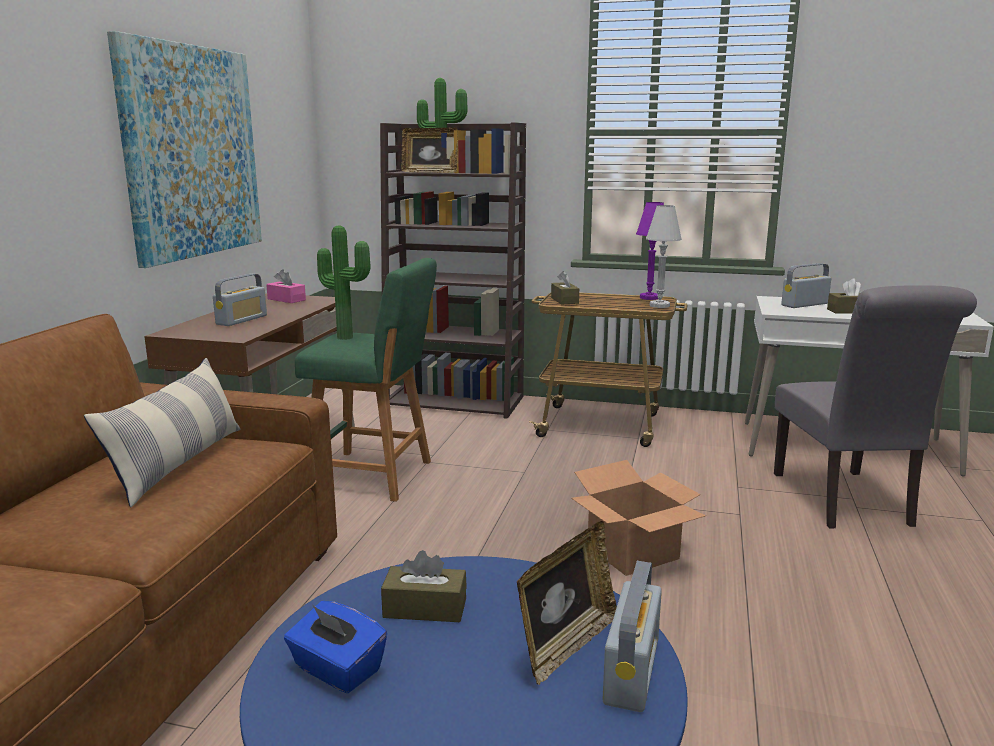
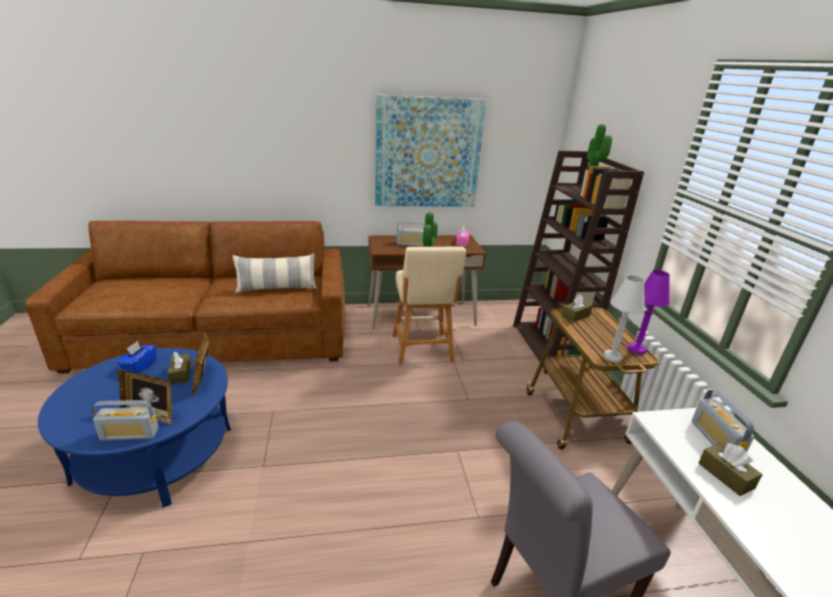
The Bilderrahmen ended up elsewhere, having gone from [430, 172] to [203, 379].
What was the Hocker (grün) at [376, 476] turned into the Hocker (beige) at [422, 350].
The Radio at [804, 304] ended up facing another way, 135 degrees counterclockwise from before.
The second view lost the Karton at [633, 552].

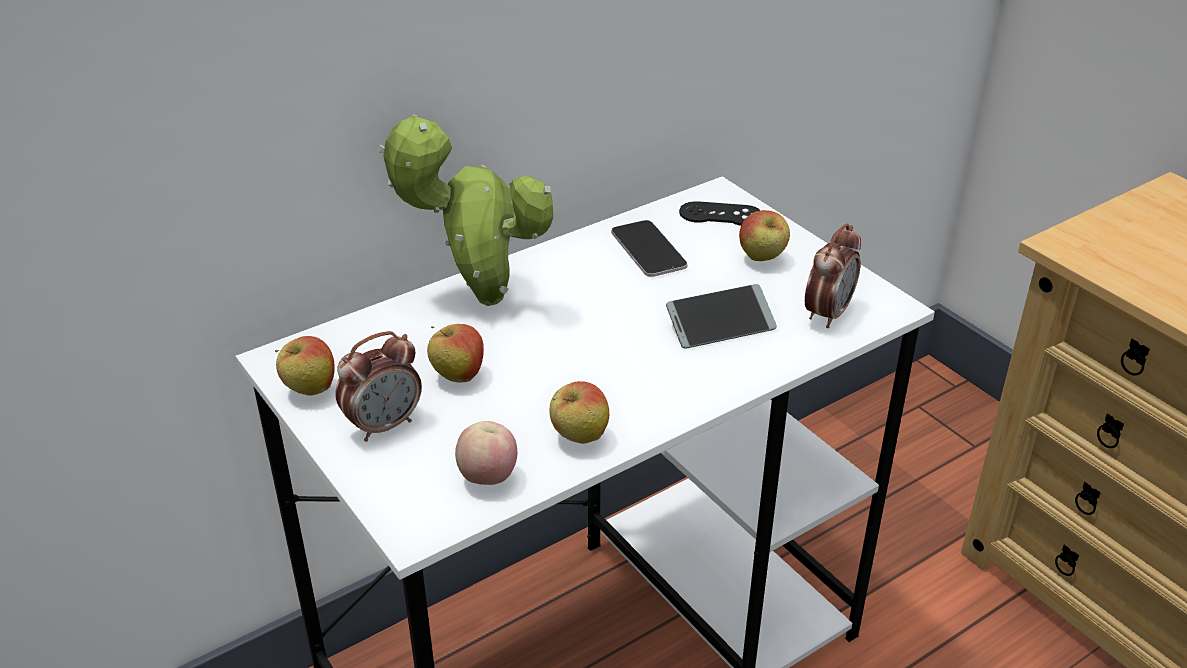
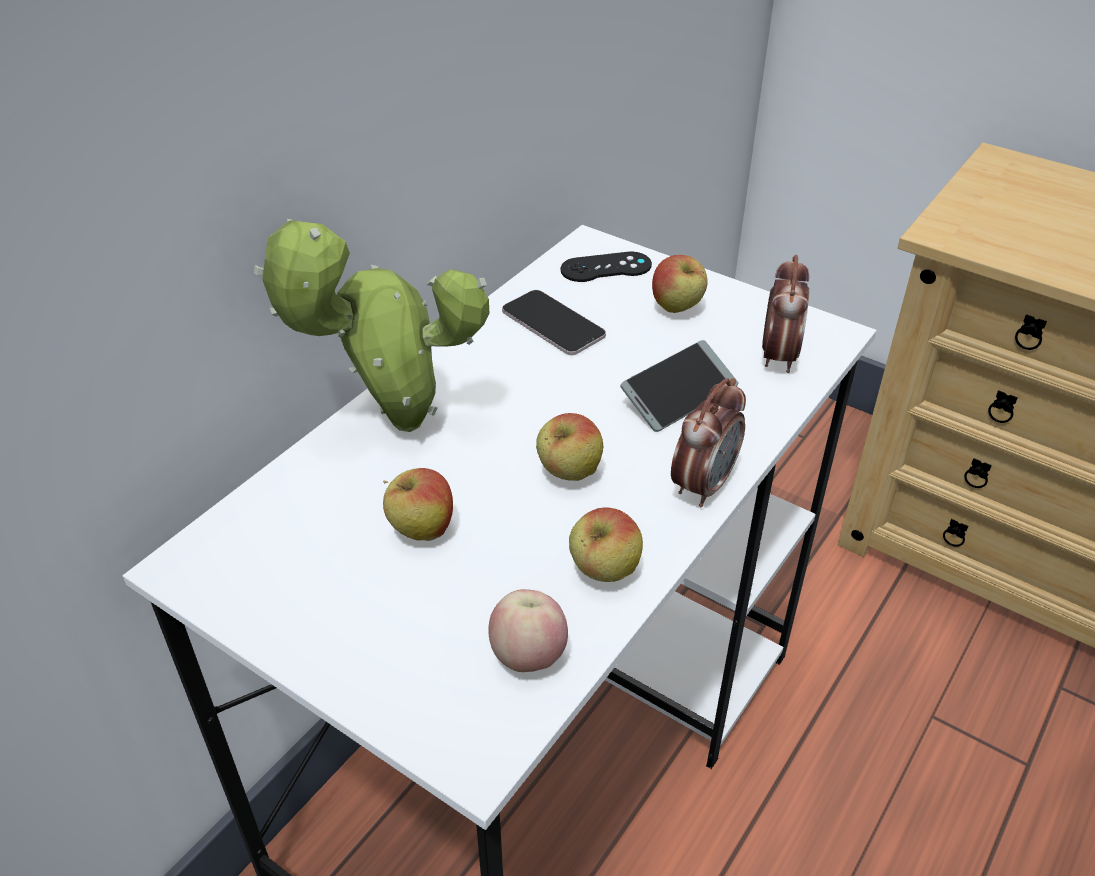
The Wecker ended up elsewhere, having gone from [384, 425] to [703, 485].
The Apfel ended up elsewhere, having gone from [309, 390] to [569, 474].

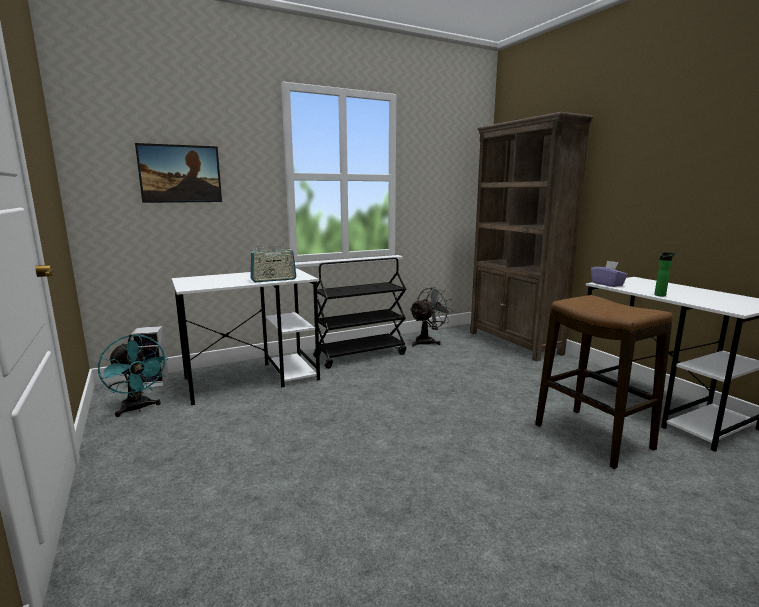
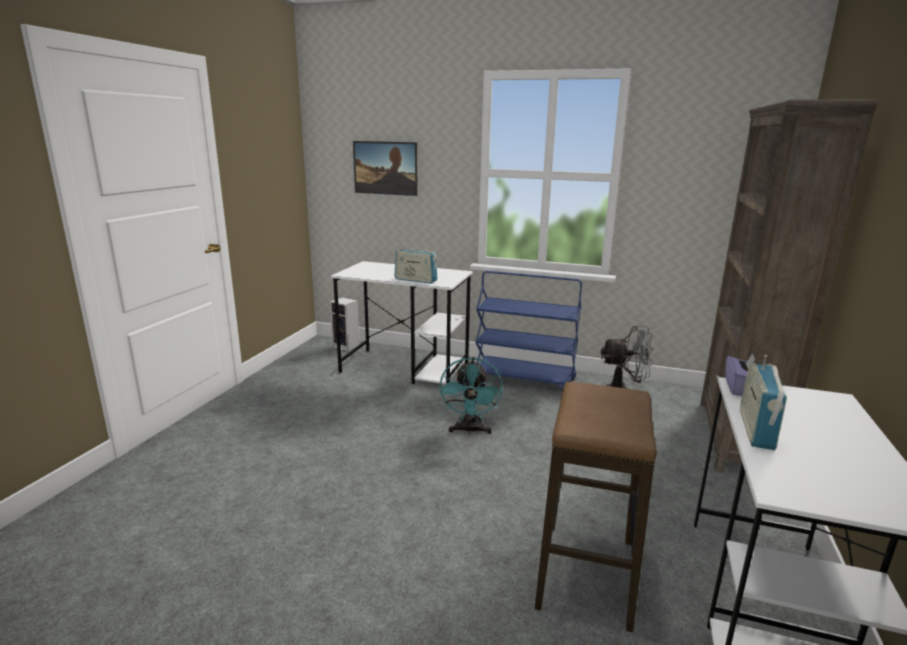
Where the Flasche stood at [661, 295], the Radio came to stand at [756, 429].
What was the Rollwagen (schwarz) at [360, 355] turned into the Rollwagen (blau) at [524, 381].
The Ventilator (türkis) ended up elsewhere, having gone from [137, 409] to [469, 430].

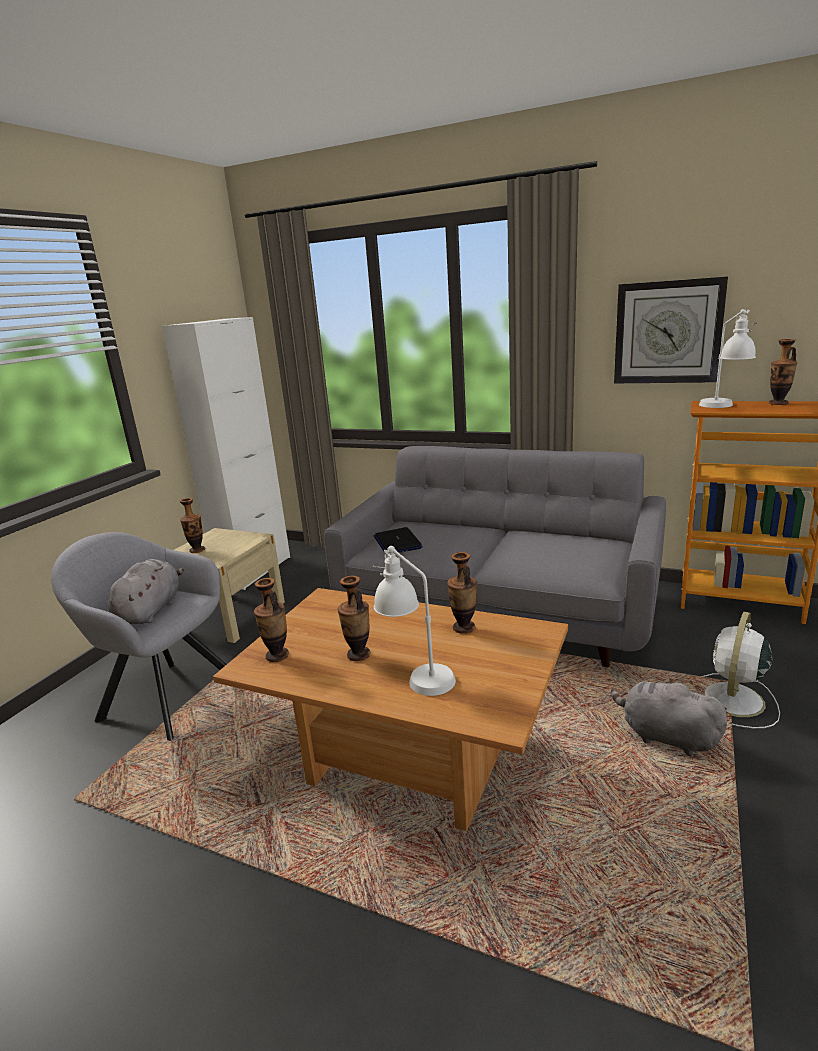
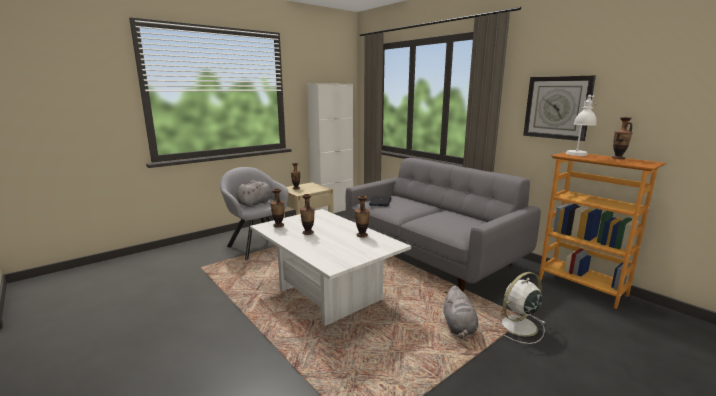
The second view lost the Tischlampe (weiß) at [416, 674].
What was the Couchtisch (braun) at [406, 760] turned into the Couchtisch (weiß) at [326, 295].
The Plüschtier (grau) at [665, 736] ended up facing another way, 150 degrees counterclockwise from before.

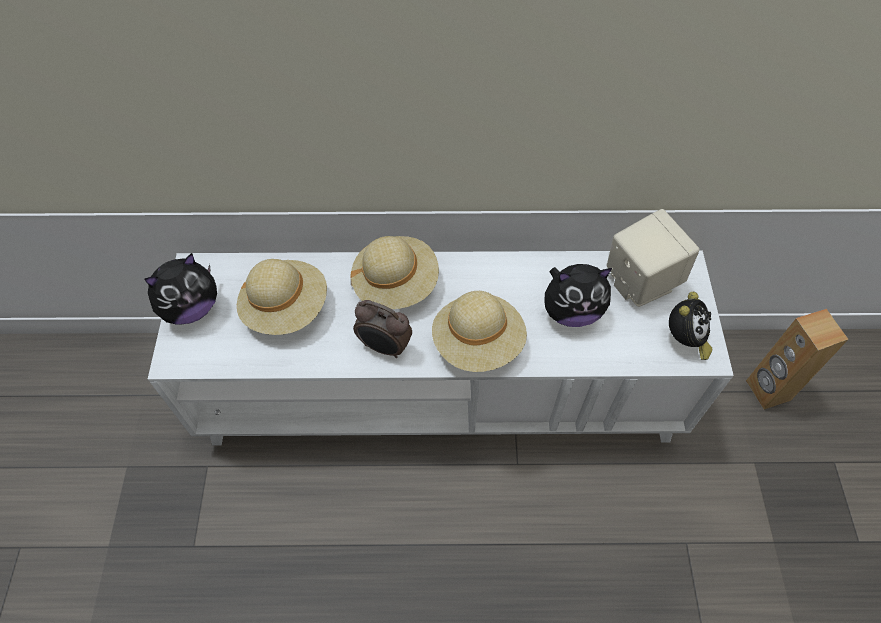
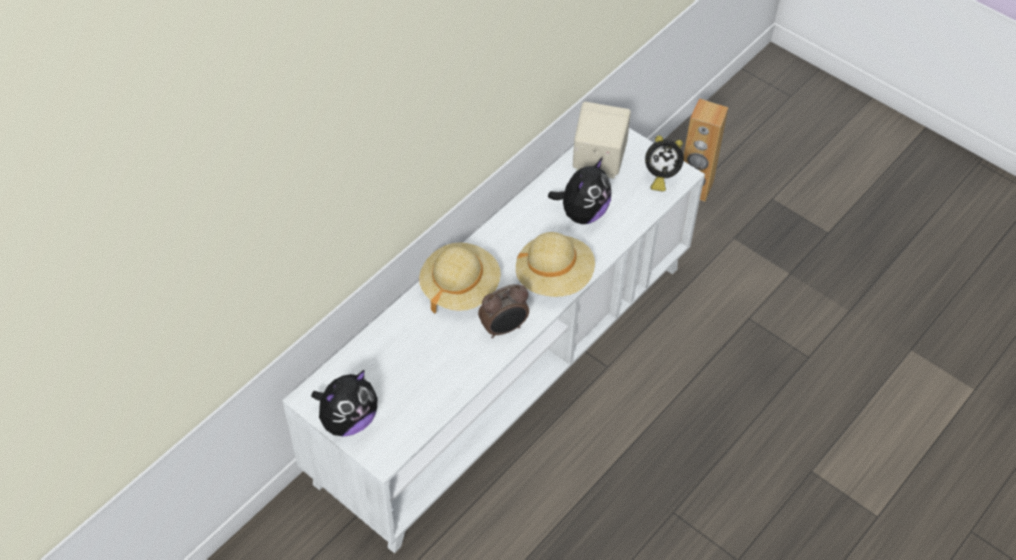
The Plüschtier at [191, 308] ended up facing another way, 45 degrees clockwise from before.
The second view lost the Hut (beige) at [286, 308].
The Wecker at [684, 340] ended up facing another way, 105 degrees clockwise from before.

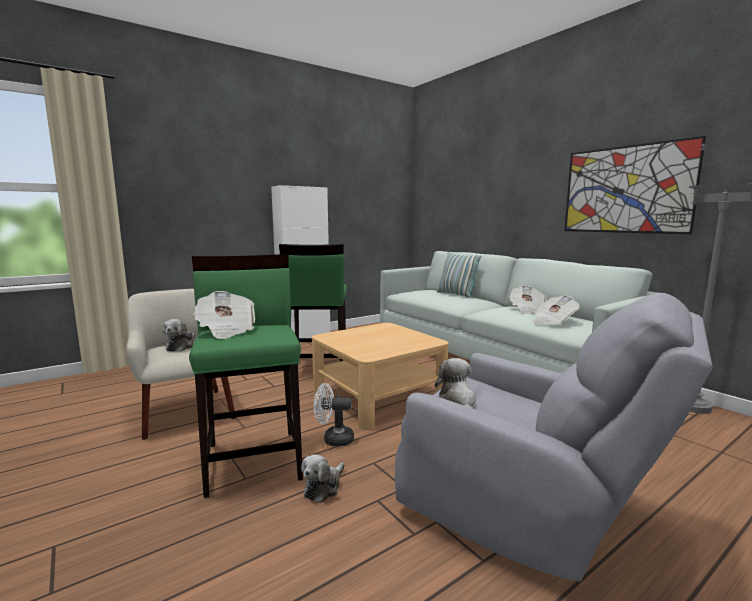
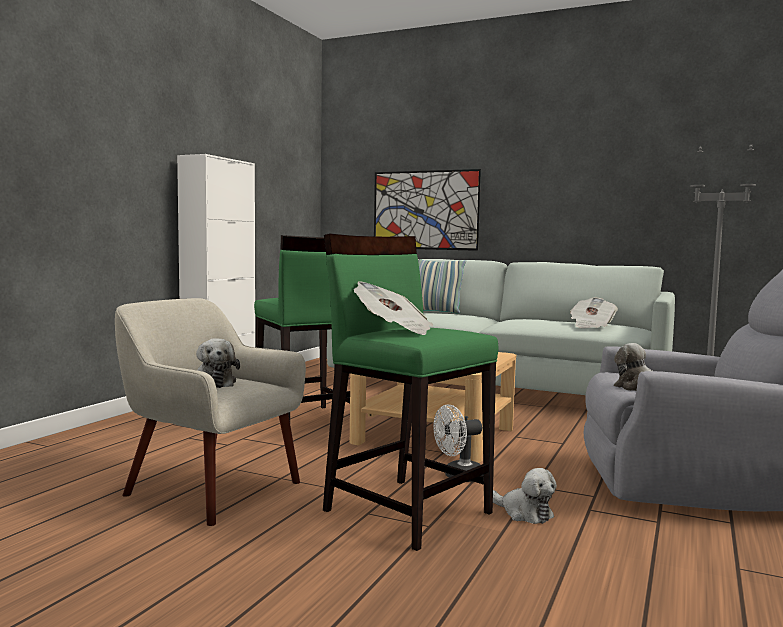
The Bild ended up elsewhere, having gone from [626, 189] to [425, 210].
The second view lost the Zeitung at [527, 310].
The Plüschtier at [323, 487] ended up facing another way, 45 degrees counterclockwise from before.

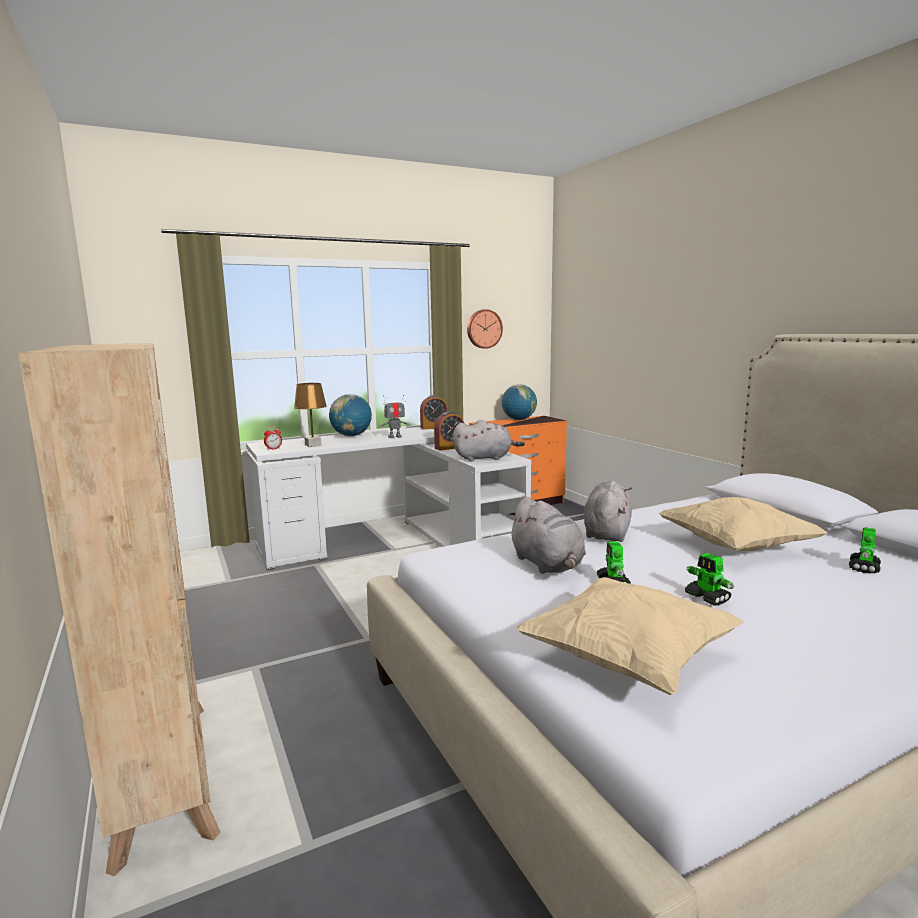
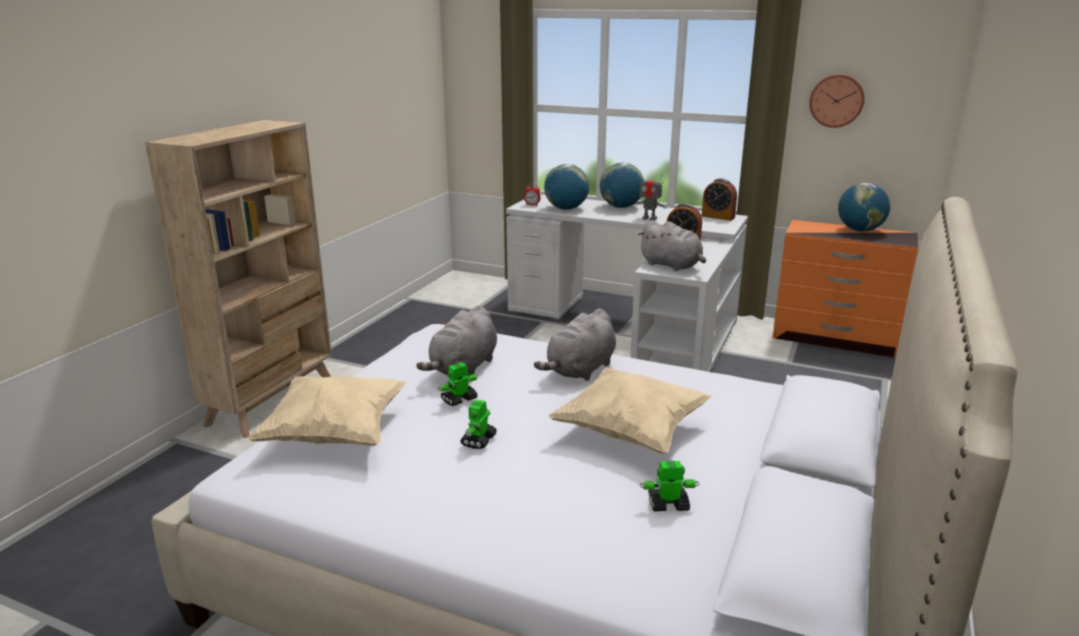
Where the Tischlampe (braun) stood at [312, 445], the Globus came to stand at [566, 209].
The Plüschtier (grau) at [606, 532] ended up facing another way, 150 degrees clockwise from before.

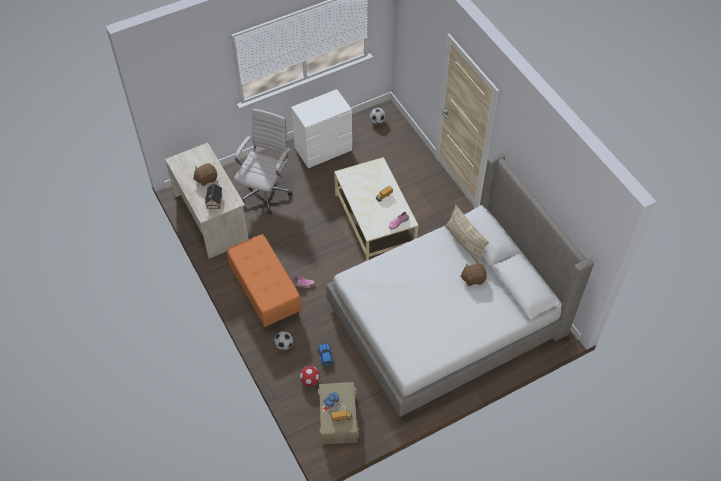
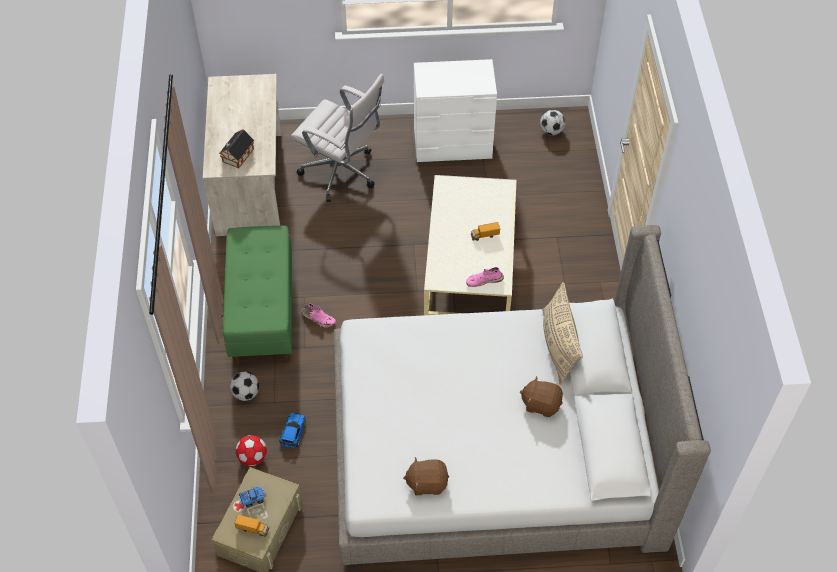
The Bürostuhl (weiß) at [266, 191] ended up facing another way, 75 degrees clockwise from before.
The Plüschtier (braun) ended up elsewhere, having gone from [206, 179] to [427, 482].
What was the Bank (orange) at [265, 293] turned into the Bank (grün) at [262, 311].

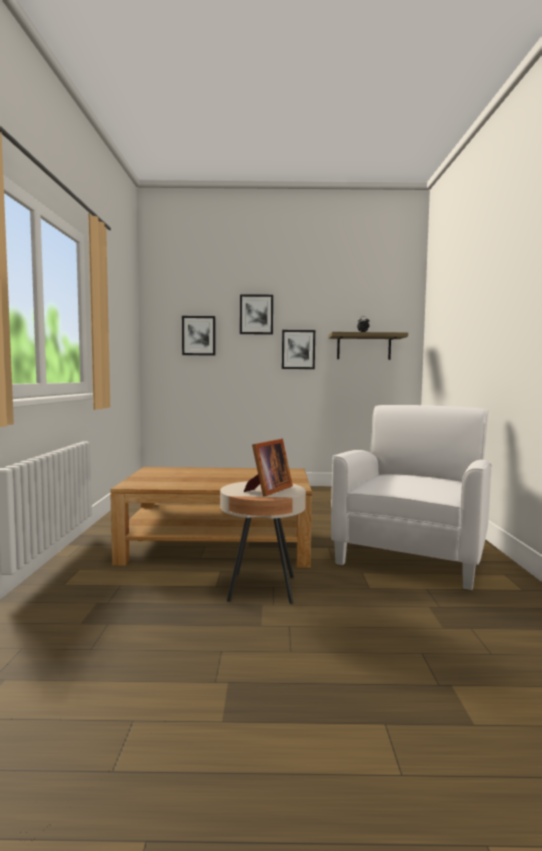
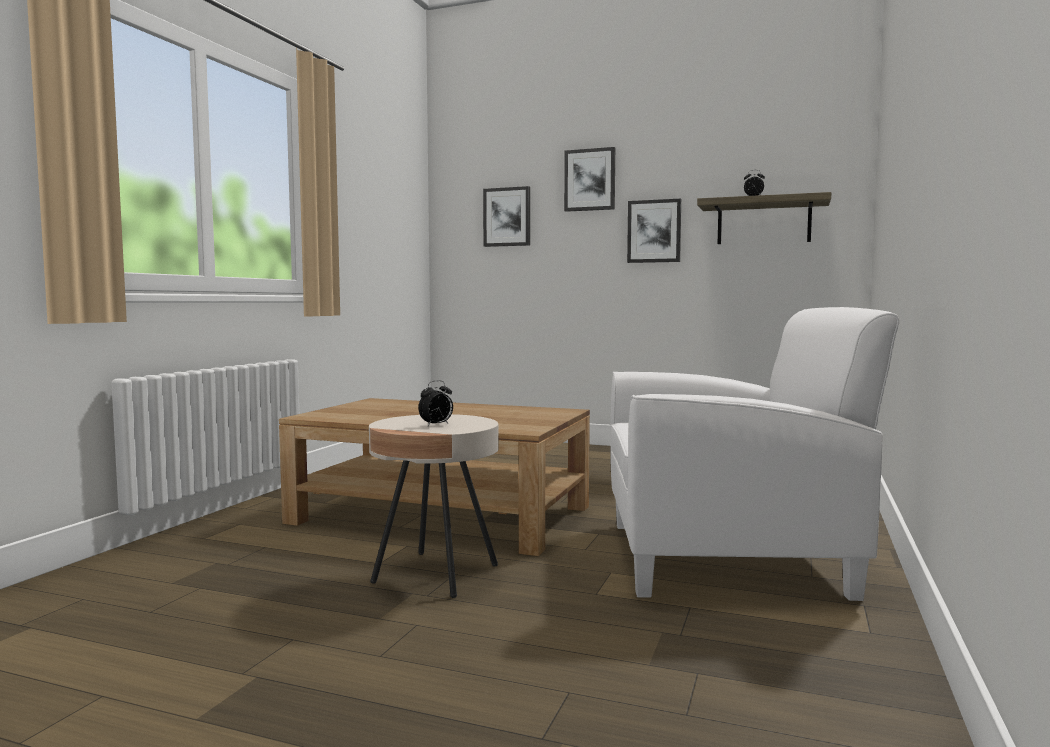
The Sessel (weiß) at [413, 555] ended up facing another way, 45 degrees clockwise from before.
Where the Bilderrahmen stood at [268, 490], the Wecker came to stand at [436, 425].

